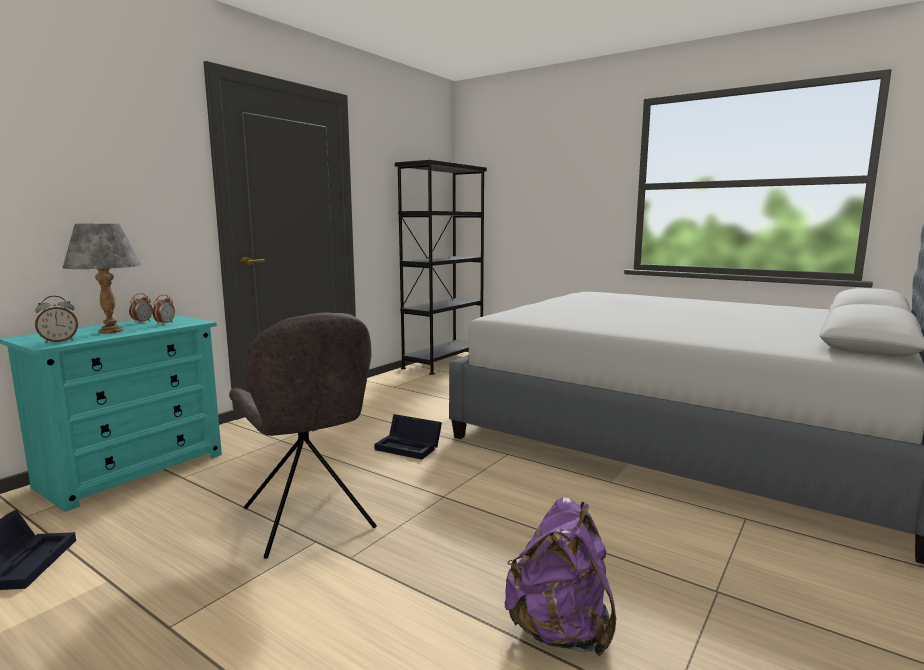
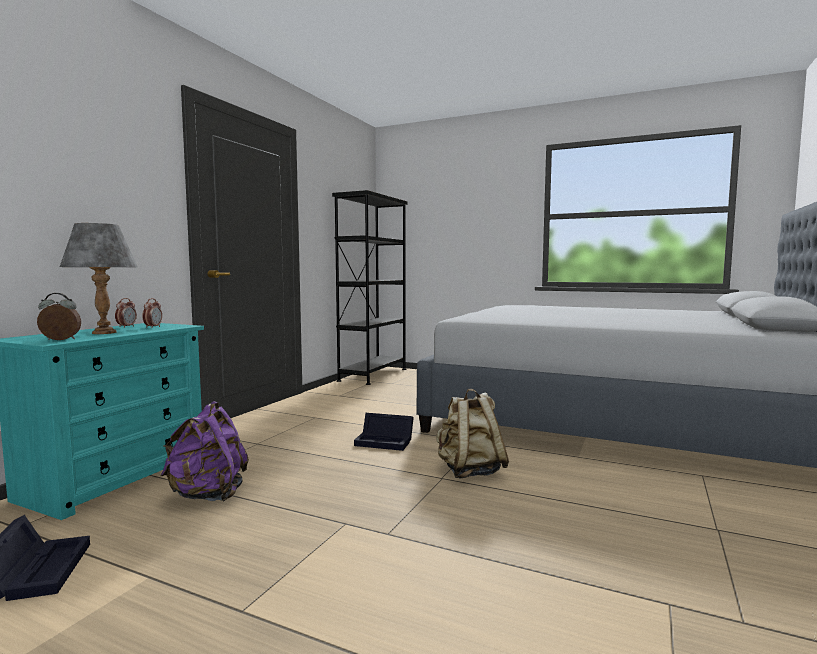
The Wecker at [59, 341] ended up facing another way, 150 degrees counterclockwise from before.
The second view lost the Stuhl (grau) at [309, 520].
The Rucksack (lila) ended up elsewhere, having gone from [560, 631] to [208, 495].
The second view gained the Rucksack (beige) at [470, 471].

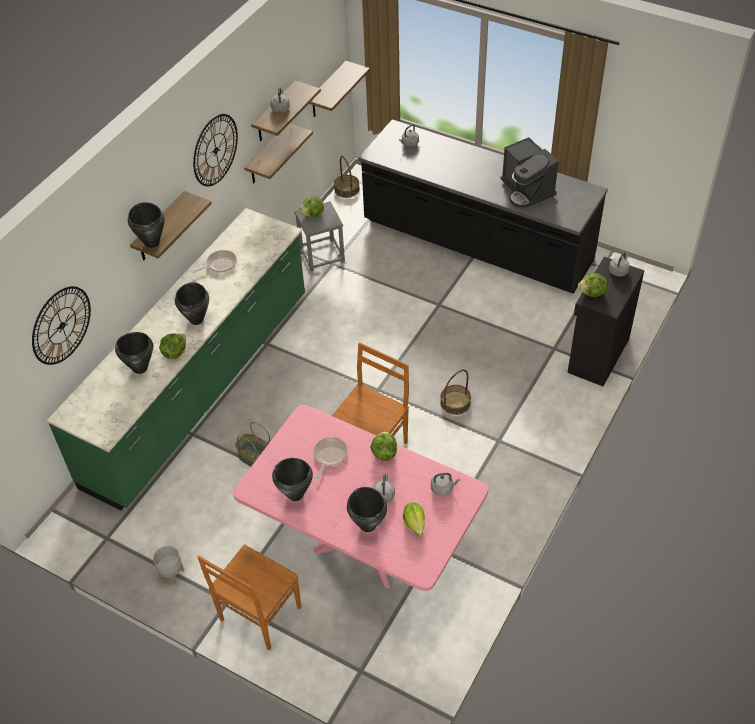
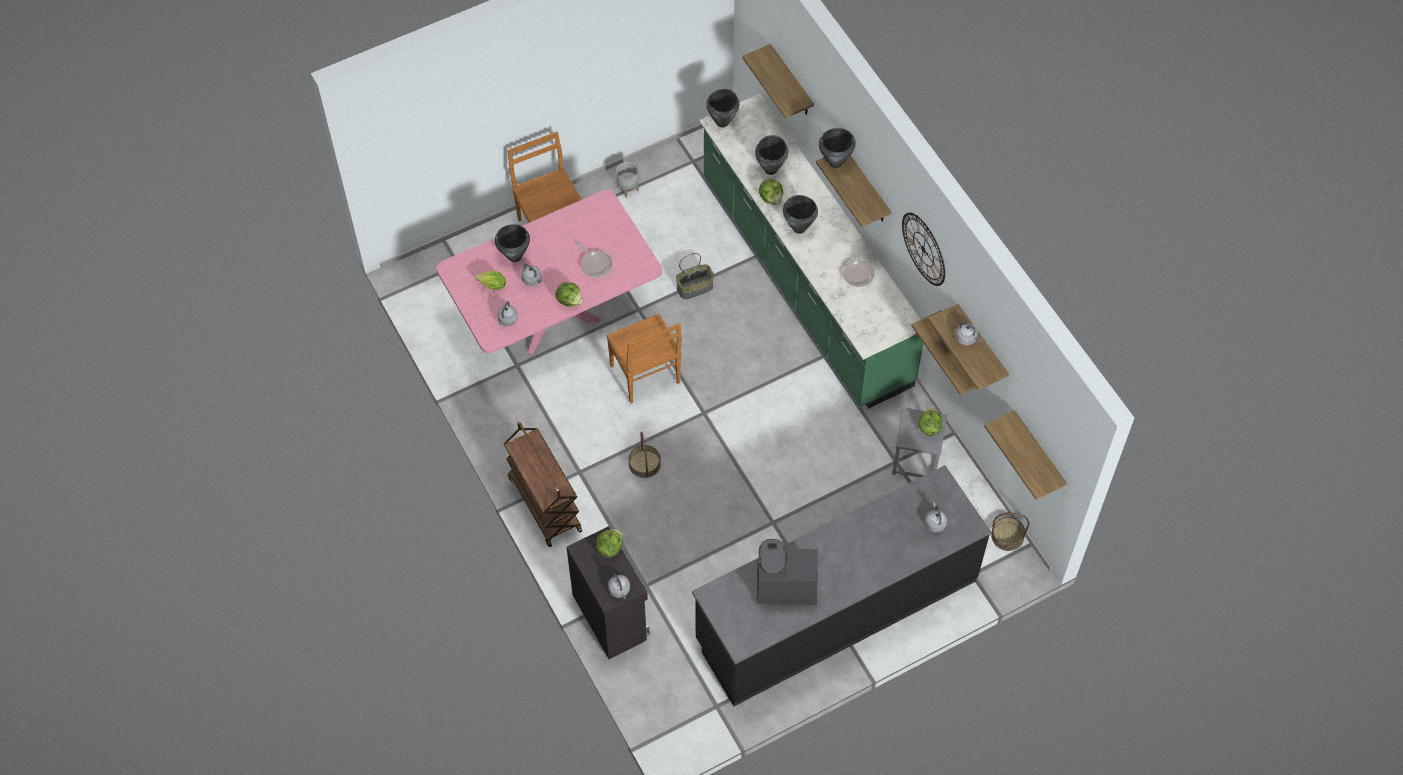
Where the Wanduhr hung at [61, 325], the Wandregal came to hang at [791, 82].
The Kochtopf (schwarz) ended up elsewhere, having gone from [295, 495] to [722, 122].
The second view gained the Rollwagen (braun) at [544, 504].

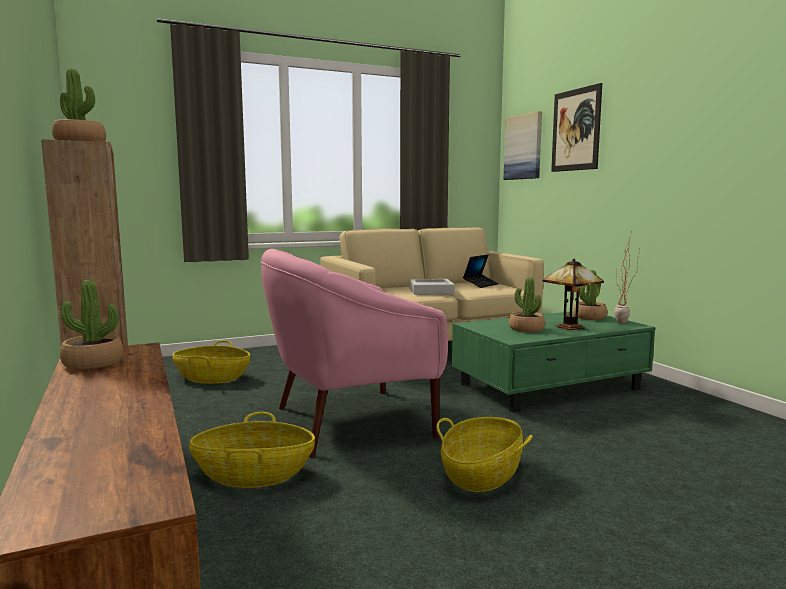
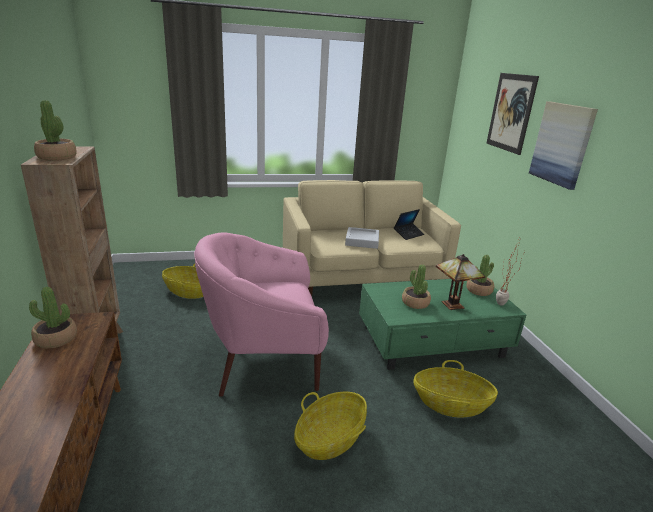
The Bild ended up elsewhere, having gone from [523, 147] to [562, 144].
The Korb ended up elsewhere, having gone from [254, 475] to [450, 404].

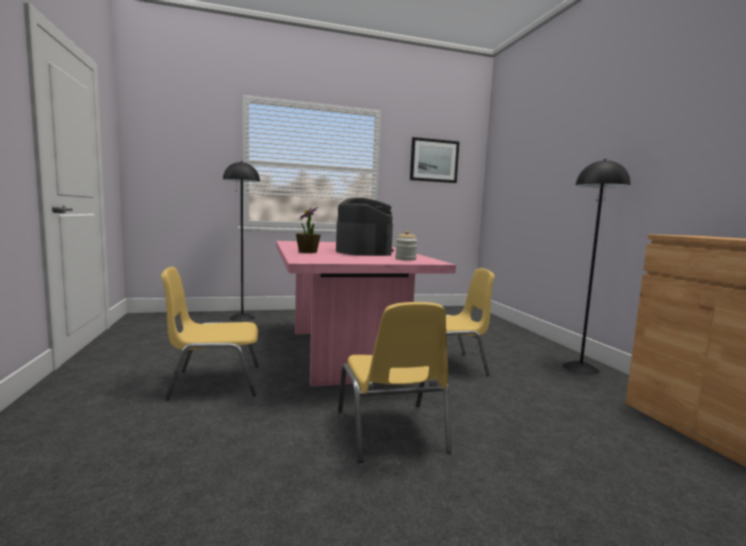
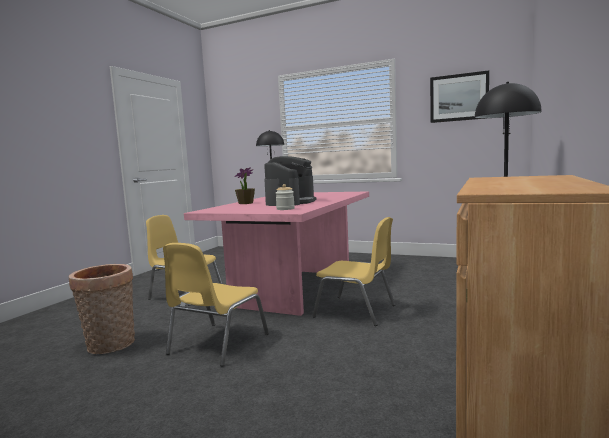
The second view gained the Korb at [110, 346].

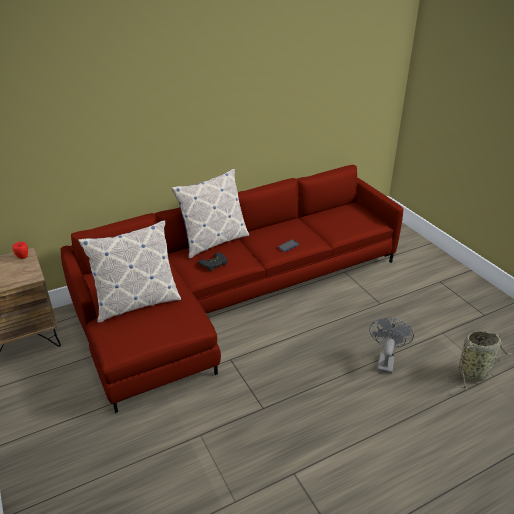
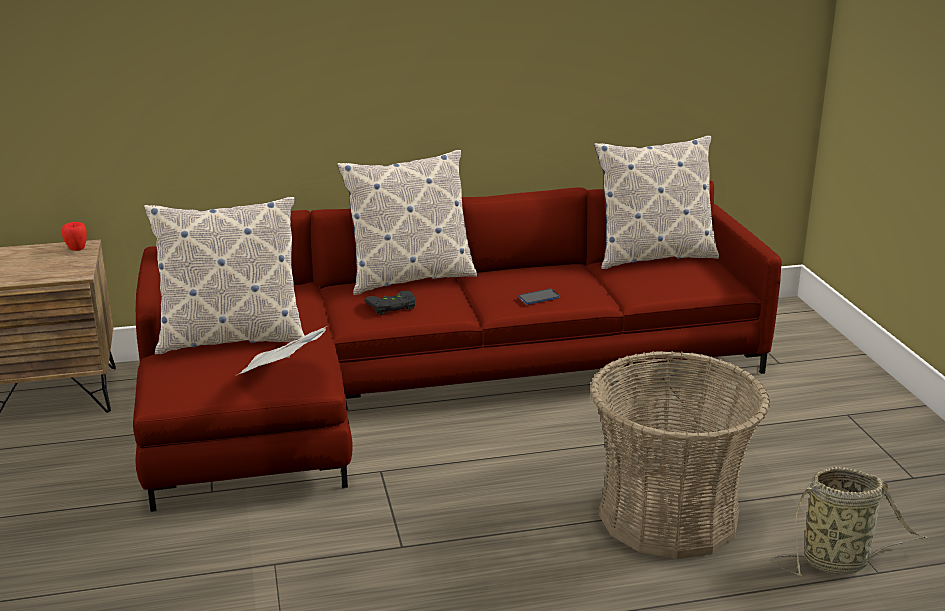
Where the Ventilator (grau) stood at [385, 361], the Korb came to stand at [668, 516].
The second view gained the Kissen at [653, 256].
The second view gained the Zeitung at [284, 373].

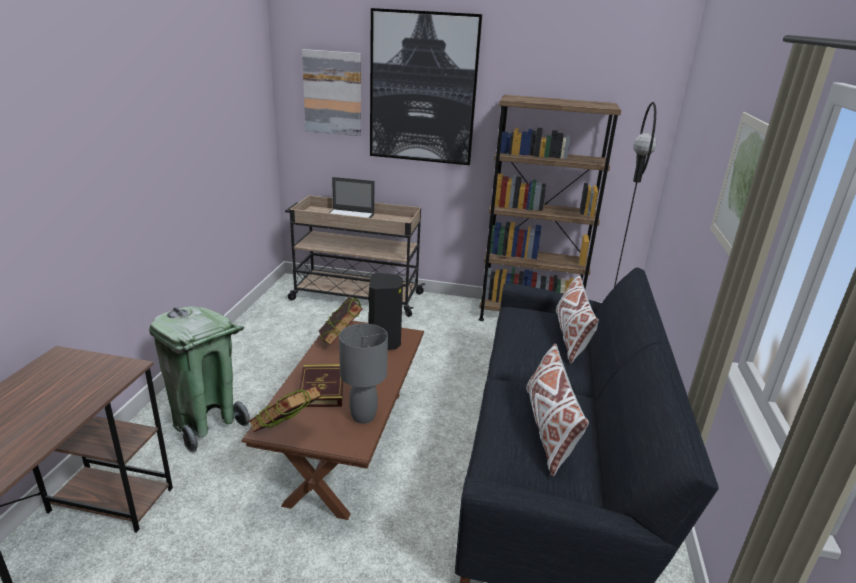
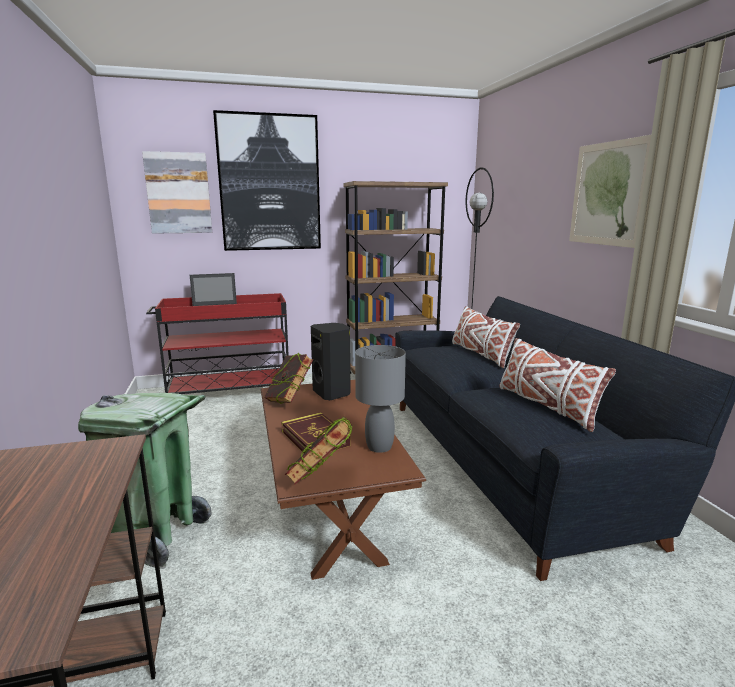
What was the Rollwagen (beige) at [355, 296] turned into the Rollwagen (rot) at [228, 392].

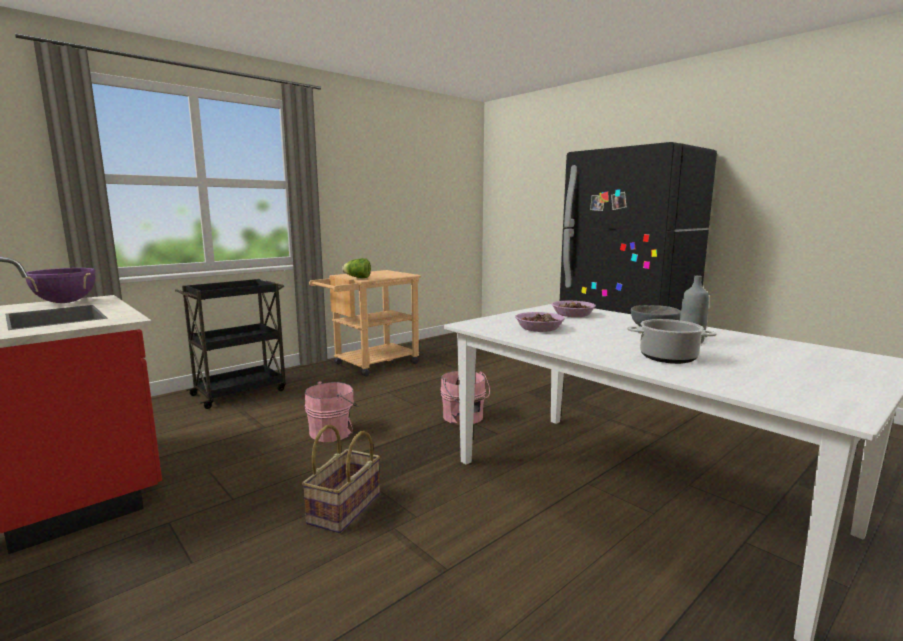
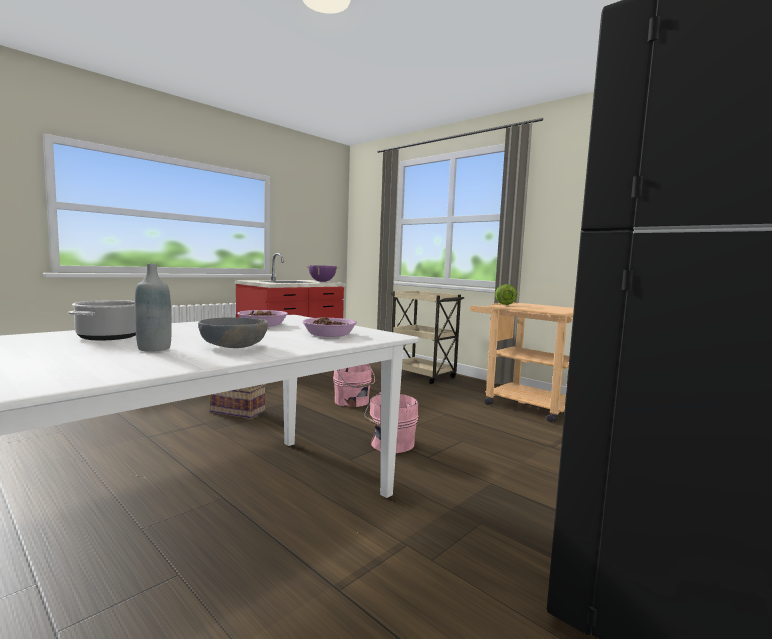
What was the Rollwagen (schwarz) at [241, 392] turned into the Rollwagen (beige) at [422, 375].

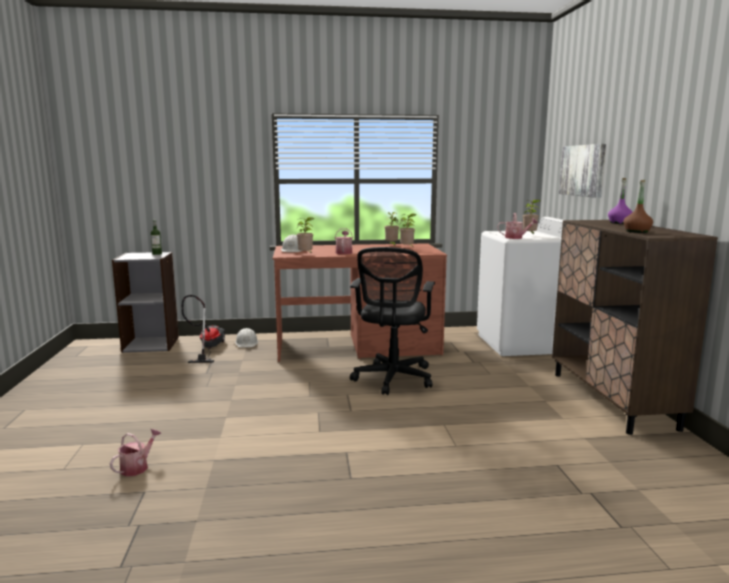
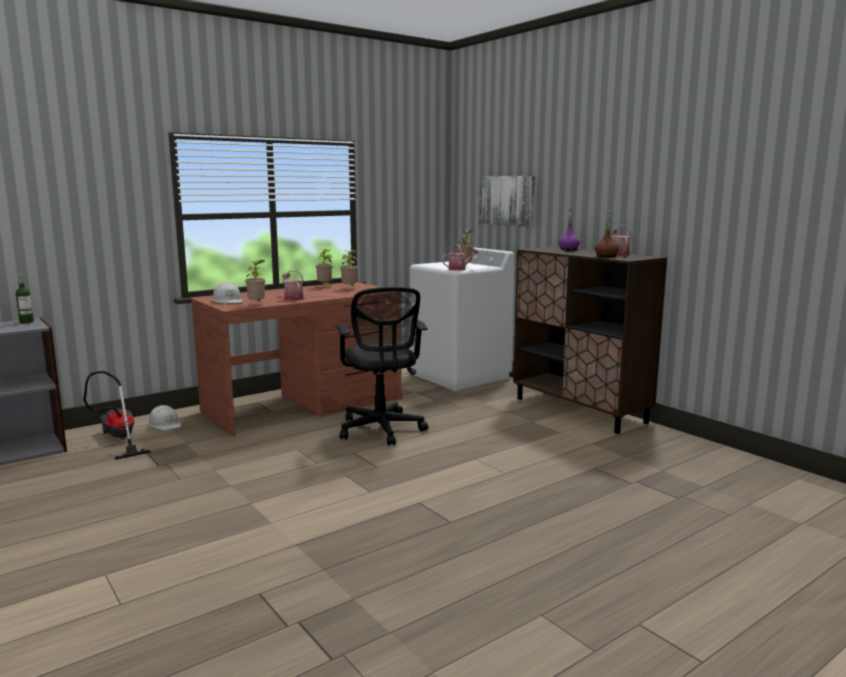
The Gießkanne ended up elsewhere, having gone from [137, 467] to [618, 254].

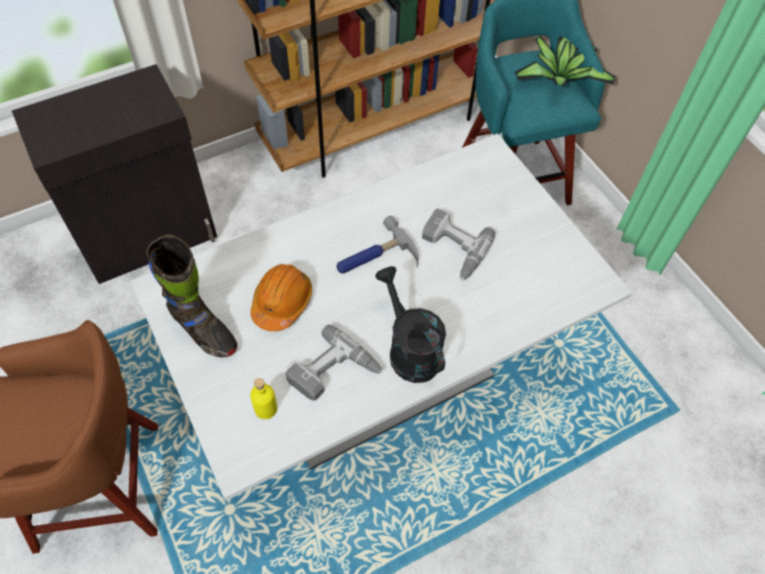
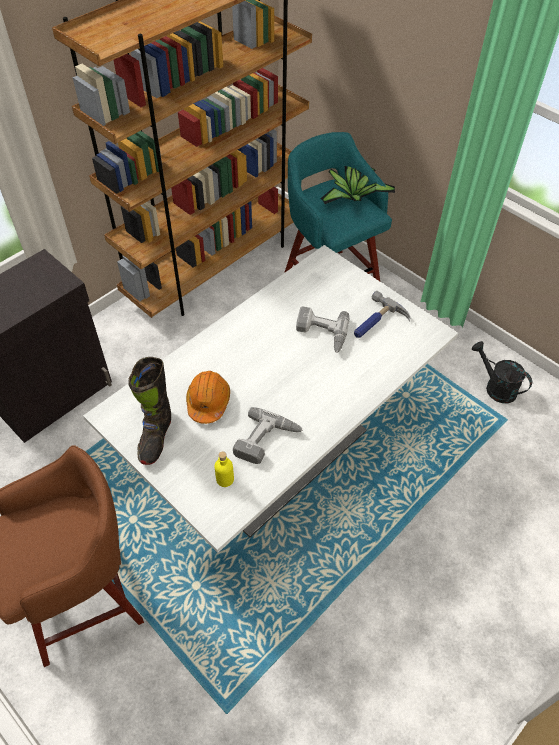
The Hammer ended up elsewhere, having gone from [375, 259] to [376, 323].
The Stiefel (schwarz) at [203, 331] ended up facing another way, 75 degrees clockwise from before.
The Gießkanne (schwarz) ended up elsewhere, having gone from [409, 349] to [495, 387].

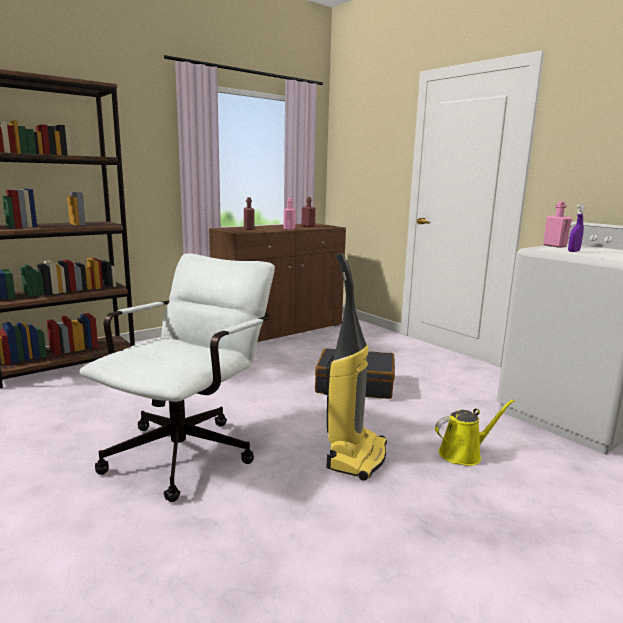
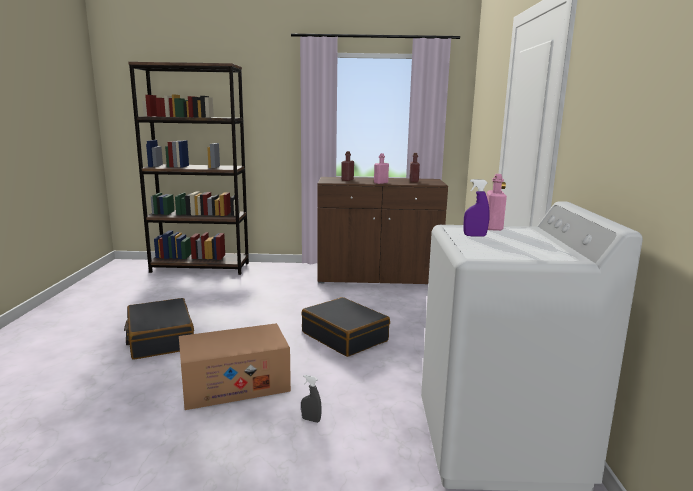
Where the Bürostuhl (weiß) stood at [189, 449], the Koffer (schwarz) came to stand at [160, 339].
Where the Staubsauger stood at [355, 456], the Karton came to stand at [235, 384].
Where the Gießkanne (gelb) stood at [463, 454], the Sprühflasche (grau) came to stand at [311, 420].

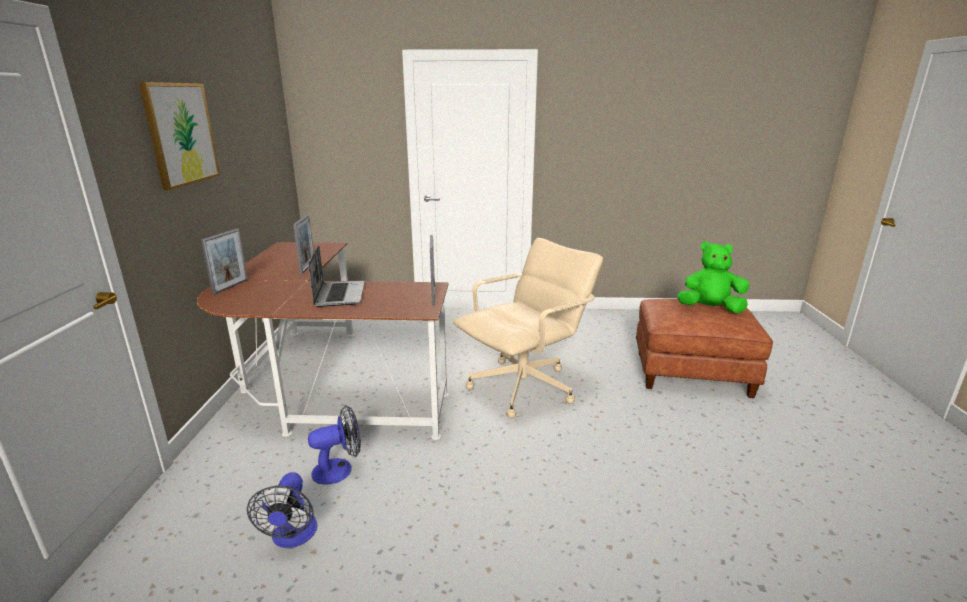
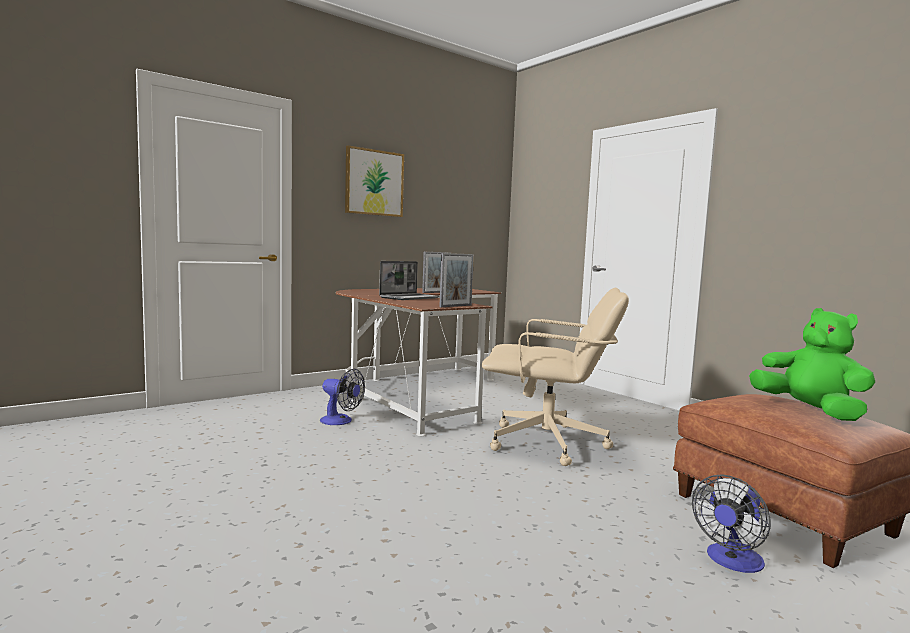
The second view lost the Bilderrahmen at [230, 287].
The Ventilator ended up elsewhere, having gone from [292, 537] to [731, 561].

